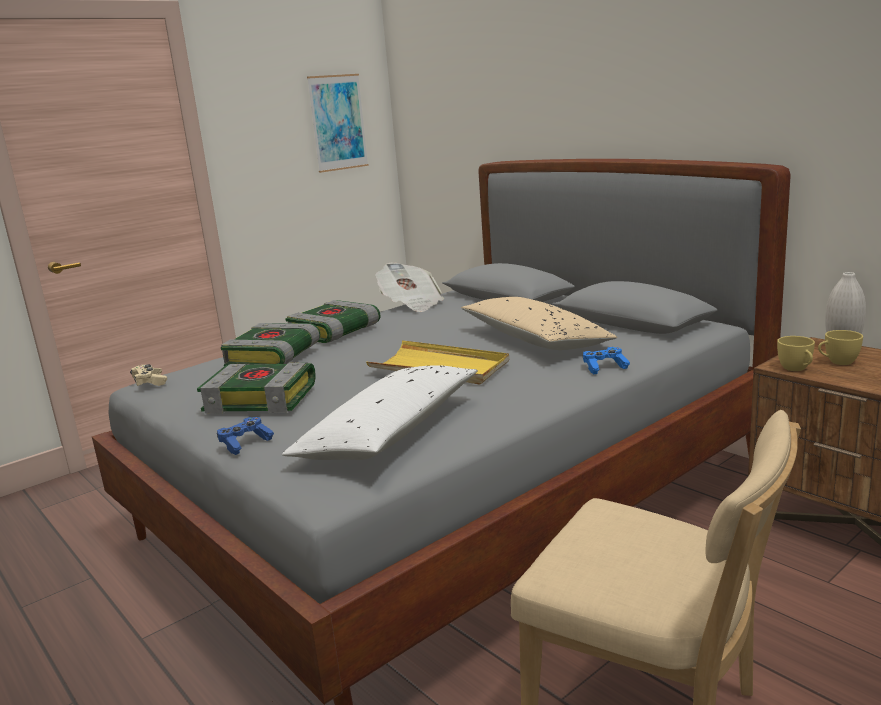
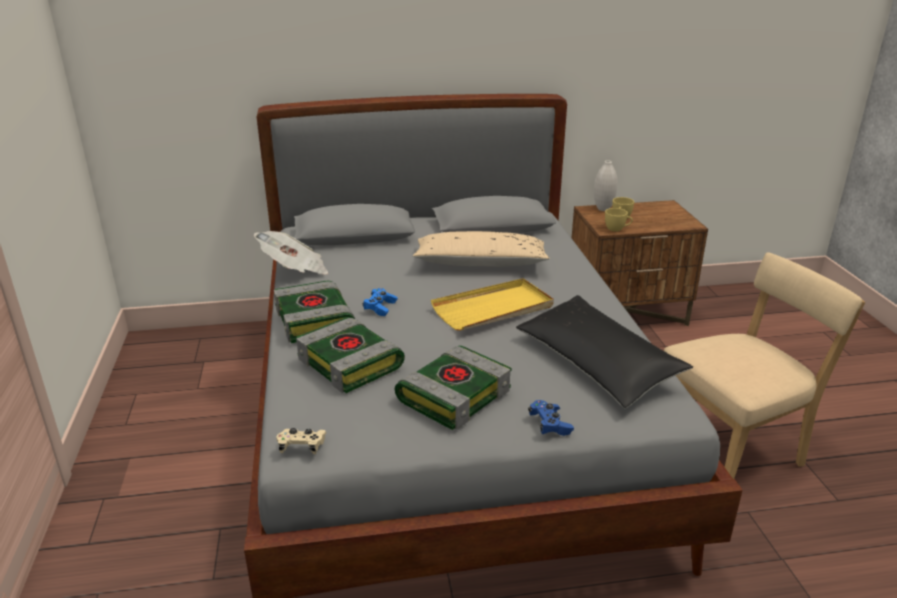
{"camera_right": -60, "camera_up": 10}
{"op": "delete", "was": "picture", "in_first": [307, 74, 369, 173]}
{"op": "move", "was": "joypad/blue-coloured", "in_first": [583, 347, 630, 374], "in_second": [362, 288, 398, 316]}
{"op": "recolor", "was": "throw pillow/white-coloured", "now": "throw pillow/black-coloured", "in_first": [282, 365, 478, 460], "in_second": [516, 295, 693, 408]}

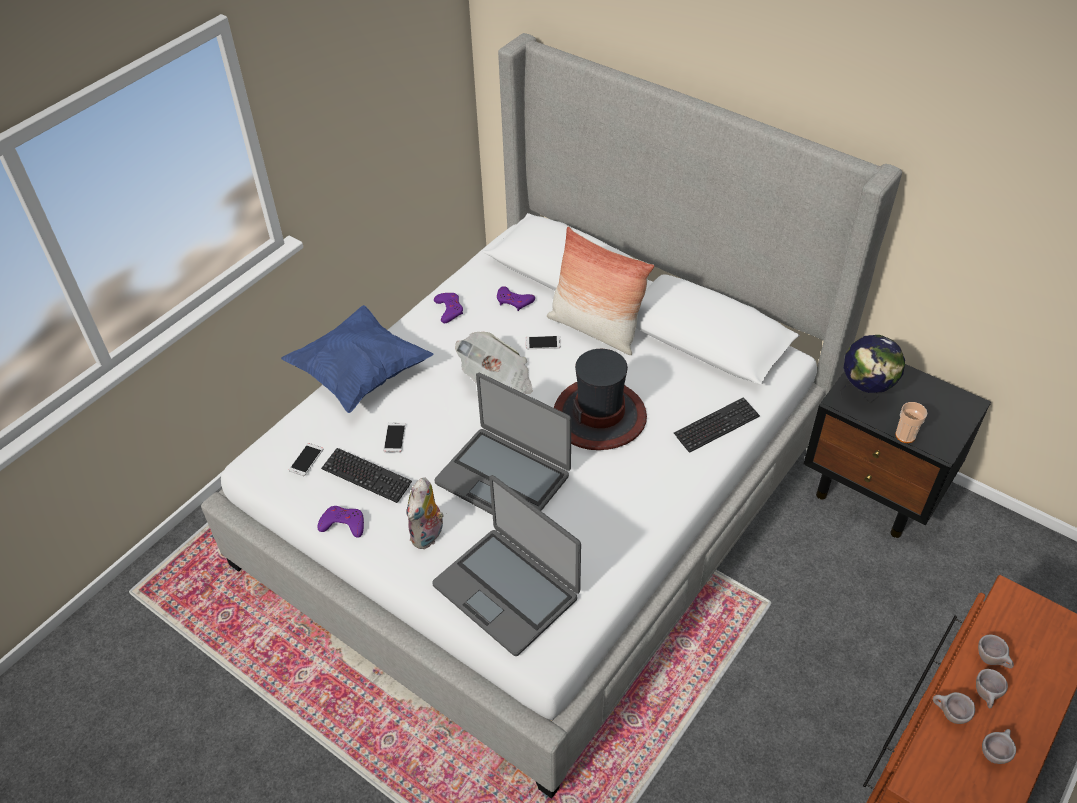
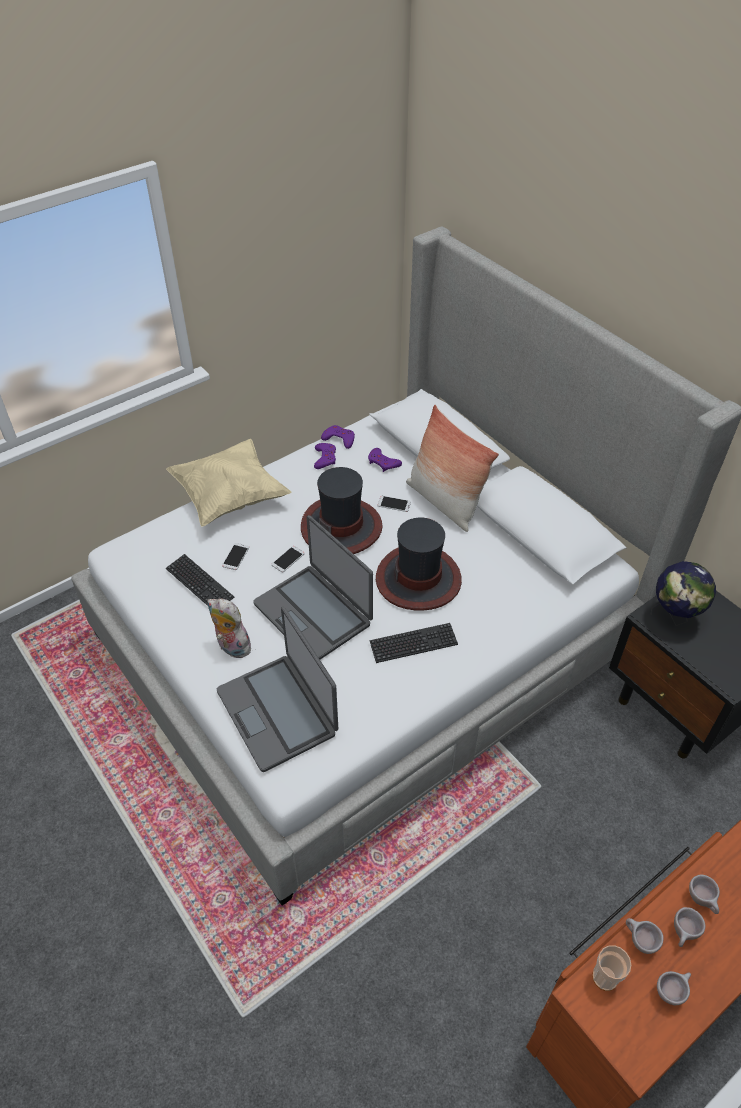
{"camera_right": 15, "camera_up": 0}
{"op": "recolor", "was": "throw pillow/blue-coloured", "now": "throw pillow/beige-coloured", "in_first": [281, 305, 434, 413], "in_second": [166, 439, 292, 527]}
{"op": "replace", "was": "printed paper", "now": "clothing hat", "in_first": [455, 332, 533, 394], "in_second": [301, 467, 383, 554]}
{"op": "move", "was": "keyboard", "in_first": [674, 397, 760, 453], "in_second": [369, 623, 458, 663]}
{"op": "move", "was": "drinking cup", "in_first": [895, 402, 928, 443], "in_second": [592, 945, 631, 991]}
{"op": "move", "was": "phone", "in_first": [289, 443, 324, 476], "in_second": [271, 546, 305, 572]}
{"op": "rotate", "was": "cuddly toy", "in_first": [406, 477, 444, 549], "in_second": [207, 598, 253, 658], "clockwise": 90}
{"op": "move", "was": "joypad/purple", "in_first": [317, 506, 364, 538], "in_second": [321, 425, 355, 449]}

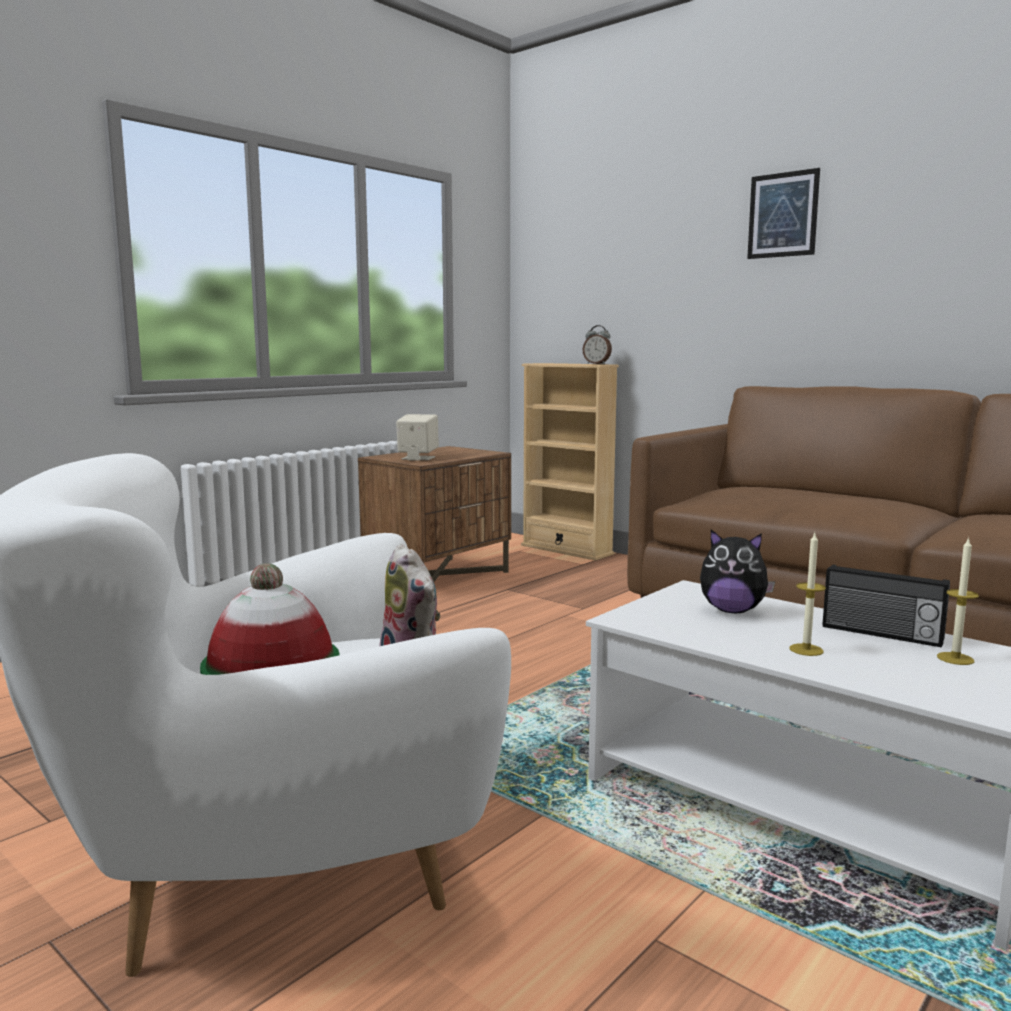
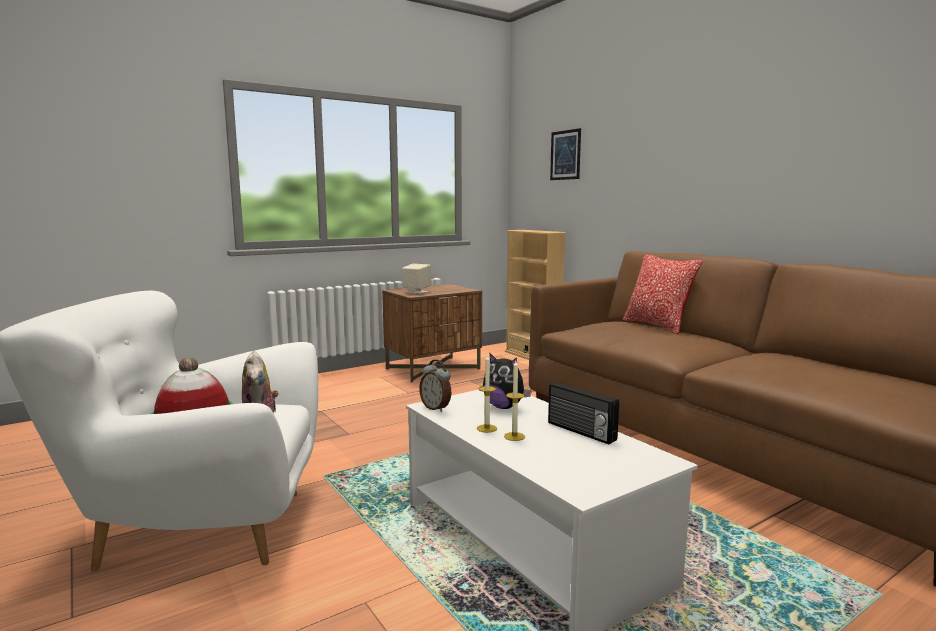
{"camera_right": 15, "camera_up": 0}
{"op": "move", "was": "picture", "in_first": [747, 168, 820, 259], "in_second": [550, 128, 581, 180]}
{"op": "move", "was": "bedside clock", "in_first": [583, 325, 612, 364], "in_second": [419, 359, 451, 412]}
{"op": "move", "was": "wax light", "in_first": [937, 537, 979, 665], "in_second": [477, 354, 497, 433]}
{"op": "insert", "now": "throw pillow", "in_second": [623, 254, 703, 334]}

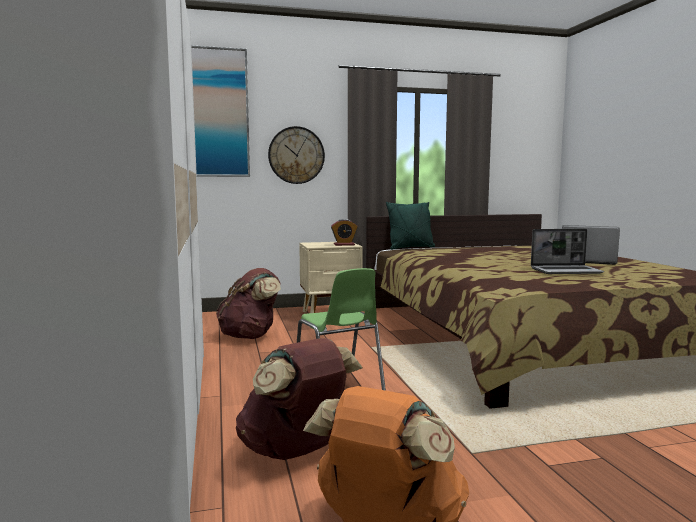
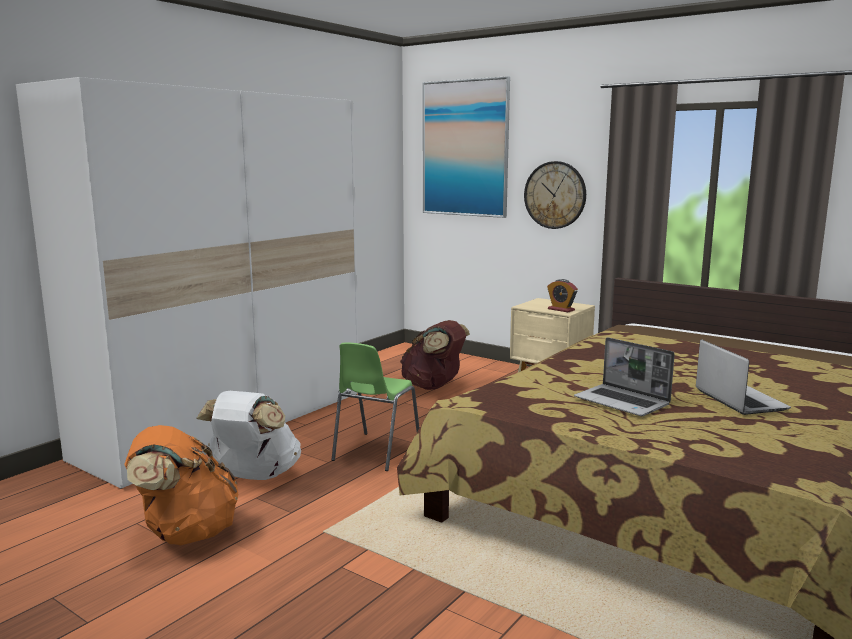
{"camera_right": 50, "camera_up": 5}
{"op": "delete", "was": "throw pillow/greenish", "in_first": [386, 202, 435, 250]}
{"op": "recolor", "was": "knapsack/brownish", "now": "knapsack/white-coloured", "in_first": [236, 338, 363, 460], "in_second": [196, 391, 301, 480]}

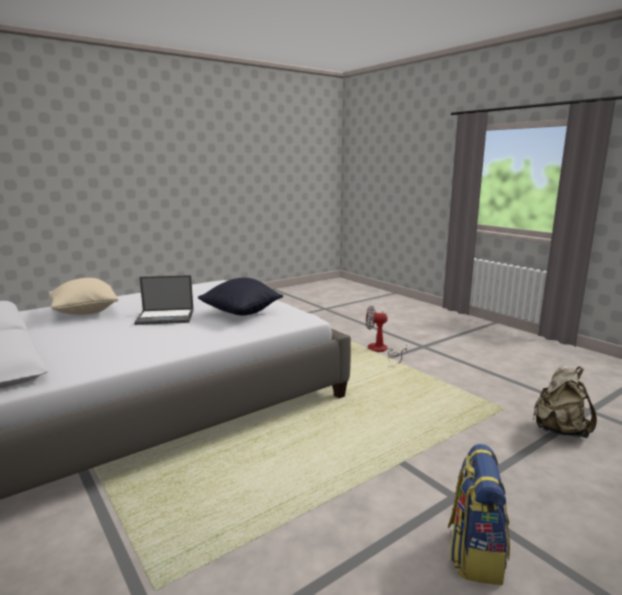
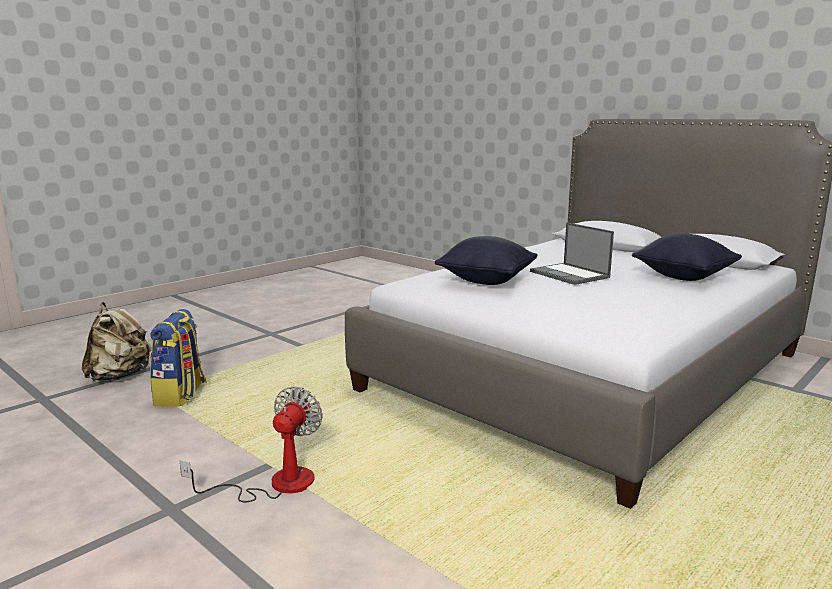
{"camera_right": 170, "camera_up": 0}
{"op": "rotate", "was": "notebook computer", "in_first": [134, 275, 194, 325], "in_second": [530, 222, 614, 285], "clockwise": -105}
{"op": "recolor", "was": "throw pillow/beige-coloured", "now": "throw pillow/black-coloured", "in_first": [49, 278, 118, 315], "in_second": [632, 234, 742, 281]}
{"op": "rotate", "was": "electric fan", "in_first": [366, 305, 407, 363], "in_second": [180, 386, 323, 502], "clockwise": -75}
{"op": "move", "was": "knapsack", "in_first": [448, 444, 510, 585], "in_second": [150, 309, 207, 407]}

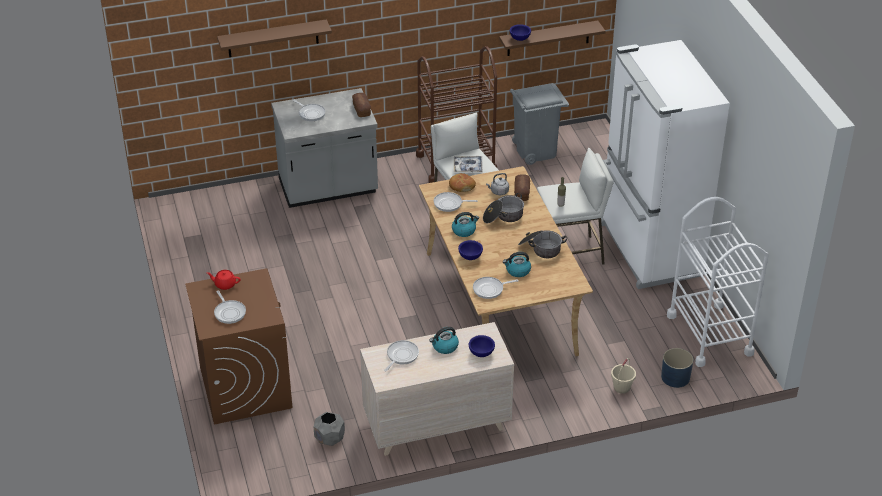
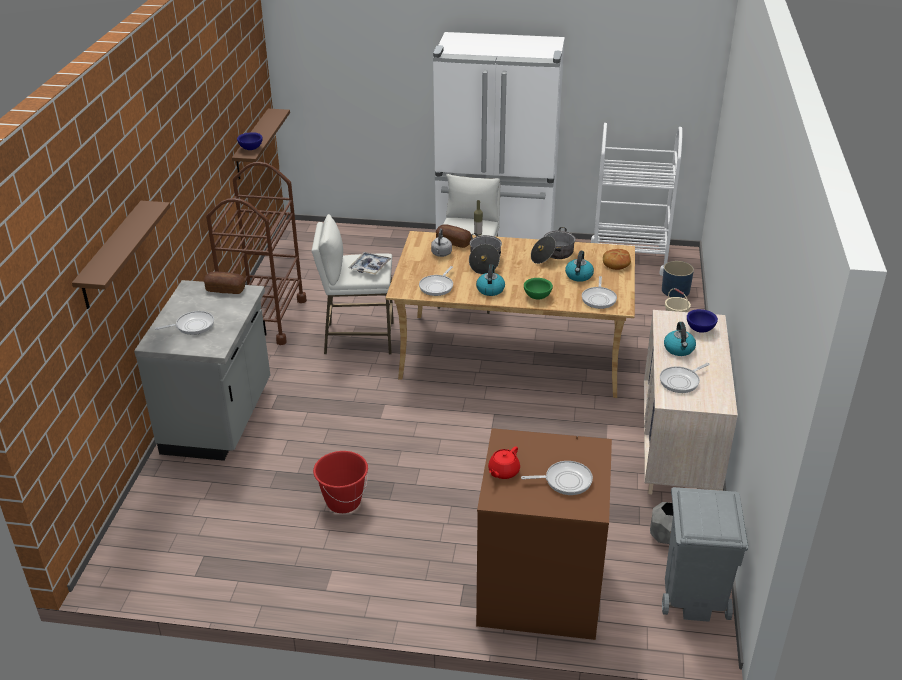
{"camera_right": -65, "camera_up": -5}
{"op": "move", "was": "rubbish bin/greyish", "in_first": [510, 83, 569, 165], "in_second": [662, 487, 748, 622]}
{"op": "move", "was": "baked bread", "in_first": [449, 173, 476, 192], "in_second": [603, 249, 631, 270]}
{"op": "recolor", "was": "deep dish/blue-coloured", "now": "deep dish/greenish", "in_first": [458, 240, 483, 260], "in_second": [524, 278, 553, 300]}
{"op": "rotate", "was": "pan", "in_first": [384, 340, 419, 372], "in_second": [660, 363, 710, 393], "clockwise": -90}
{"op": "insert", "now": "water bucket/reddish", "in_second": [313, 451, 368, 513]}

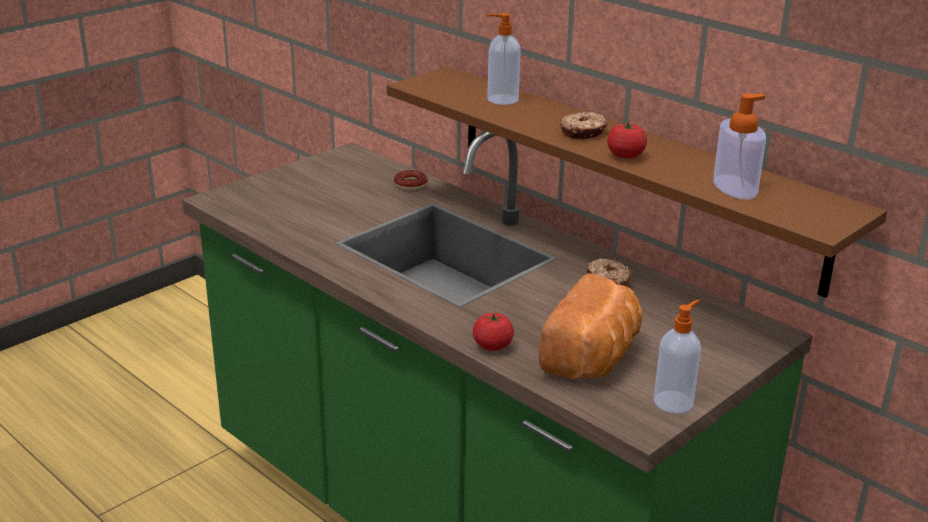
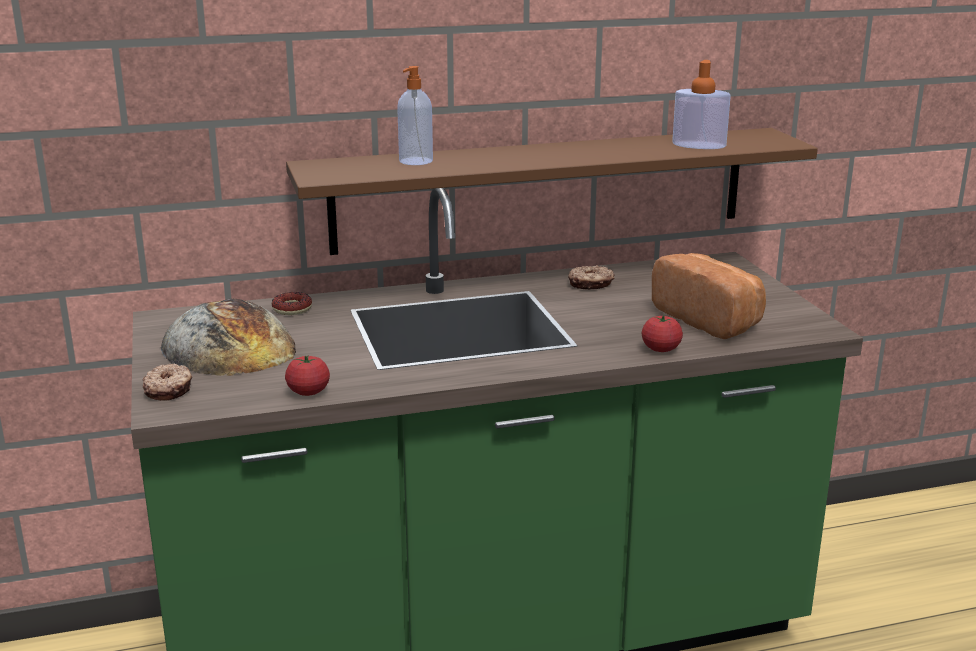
{"camera_right": -60, "camera_up": -5}
{"op": "move", "was": "ring doughnut", "in_first": [560, 111, 608, 139], "in_second": [143, 364, 192, 401]}
{"op": "move", "was": "fresh tomato", "in_first": [607, 122, 647, 159], "in_second": [285, 355, 330, 396]}
{"op": "delete", "was": "soap dispenser", "in_first": [653, 300, 701, 413]}
{"op": "insert", "now": "baked bread", "in_second": [161, 298, 296, 376]}

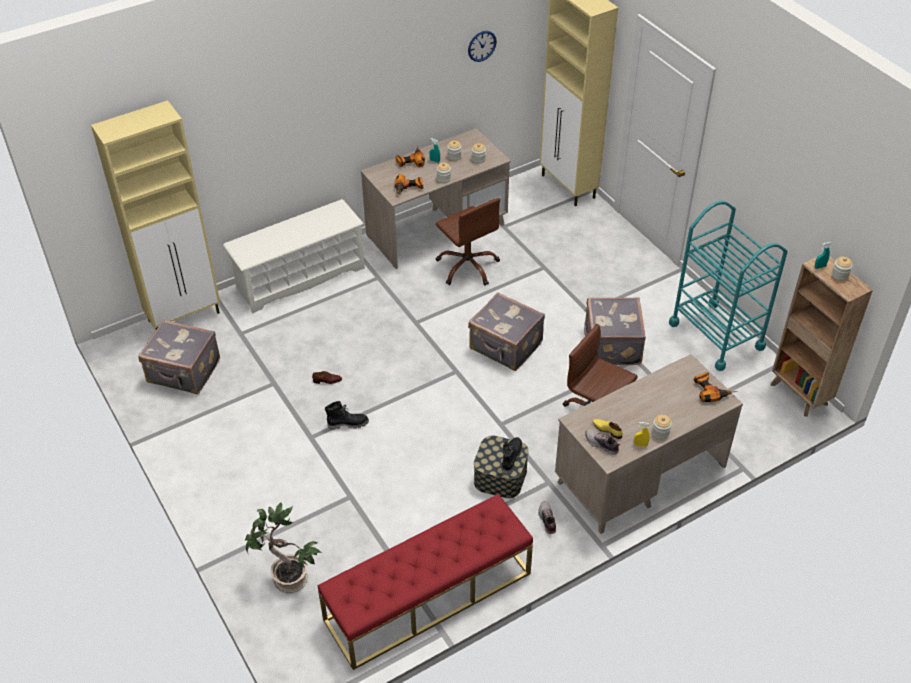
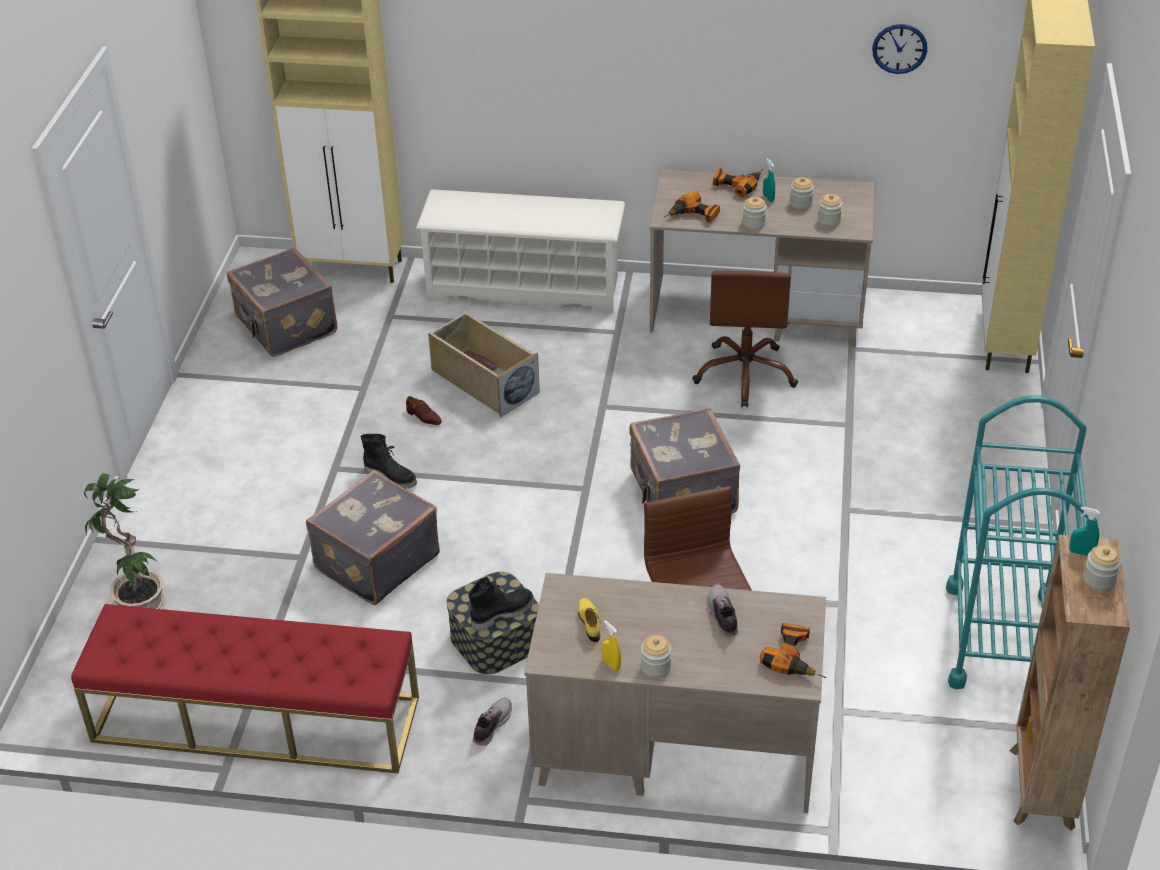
{"camera_right": 40, "camera_up": -5}
{"op": "move", "was": "suitcase/greyish", "in_first": [584, 297, 646, 365], "in_second": [306, 470, 440, 605]}
{"op": "move", "was": "low shoe", "in_first": [585, 429, 620, 455], "in_second": [707, 584, 738, 637]}
{"op": "insert", "now": "storage container/beige-coloured", "in_second": [428, 312, 540, 417]}

